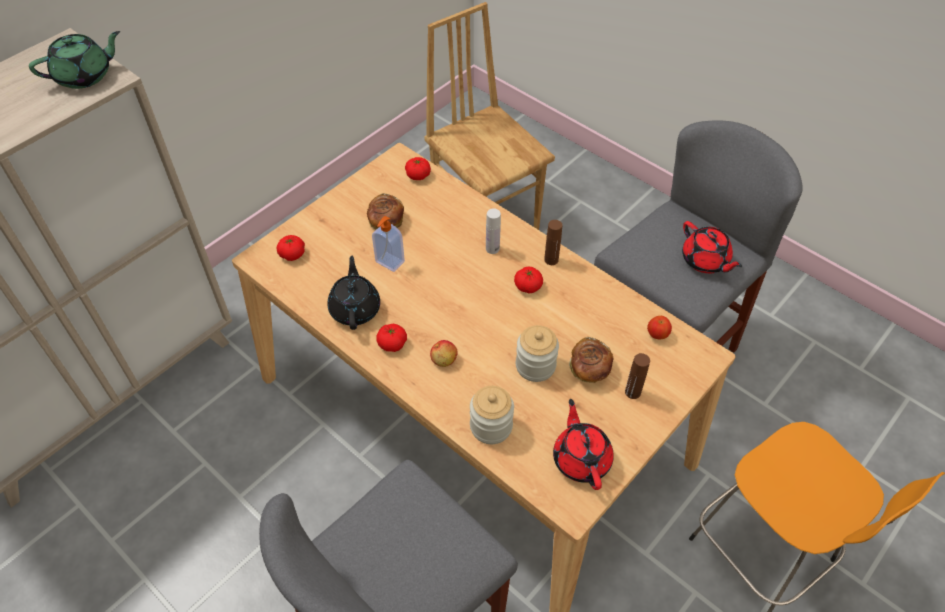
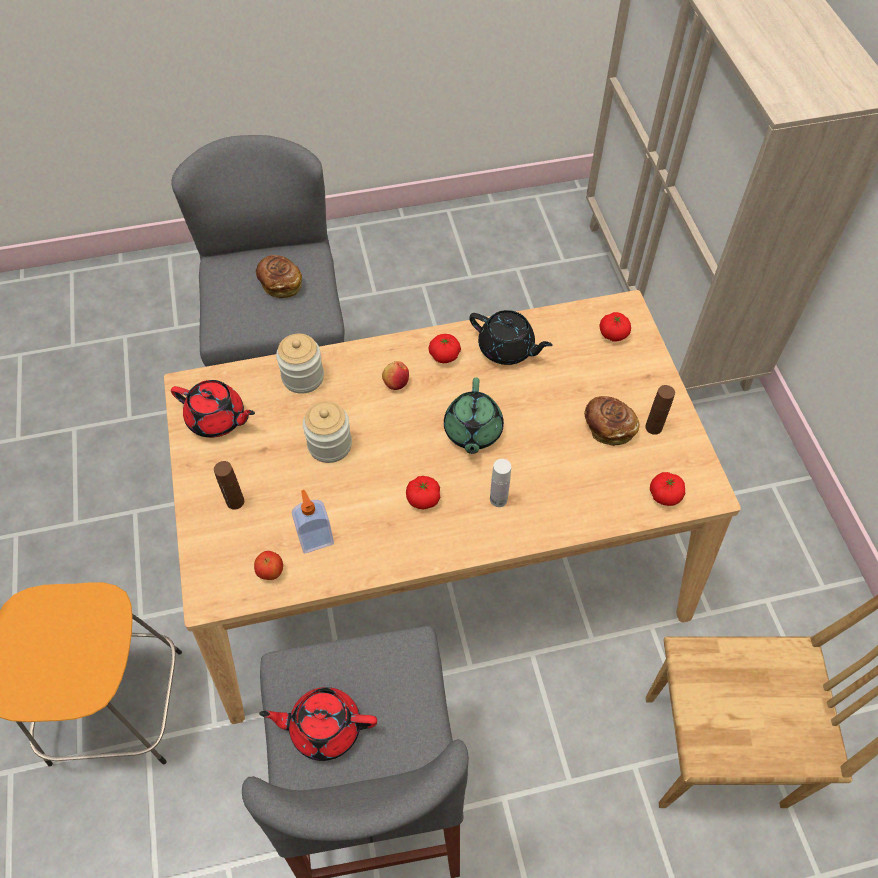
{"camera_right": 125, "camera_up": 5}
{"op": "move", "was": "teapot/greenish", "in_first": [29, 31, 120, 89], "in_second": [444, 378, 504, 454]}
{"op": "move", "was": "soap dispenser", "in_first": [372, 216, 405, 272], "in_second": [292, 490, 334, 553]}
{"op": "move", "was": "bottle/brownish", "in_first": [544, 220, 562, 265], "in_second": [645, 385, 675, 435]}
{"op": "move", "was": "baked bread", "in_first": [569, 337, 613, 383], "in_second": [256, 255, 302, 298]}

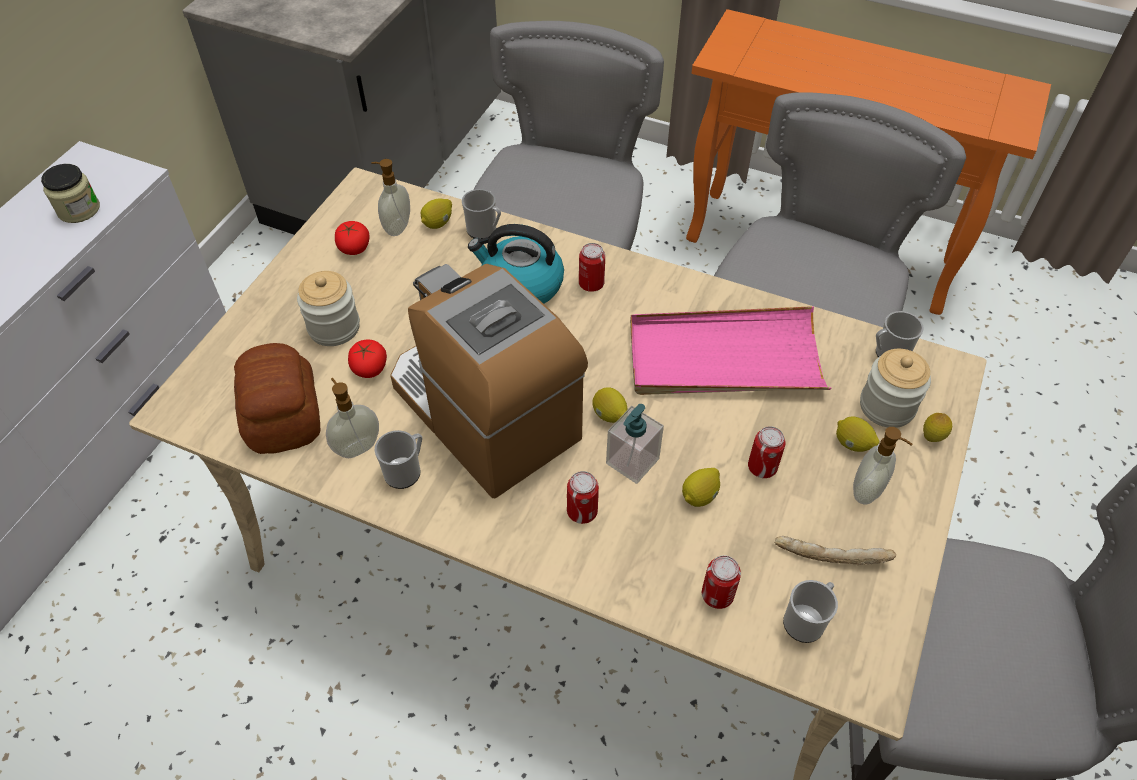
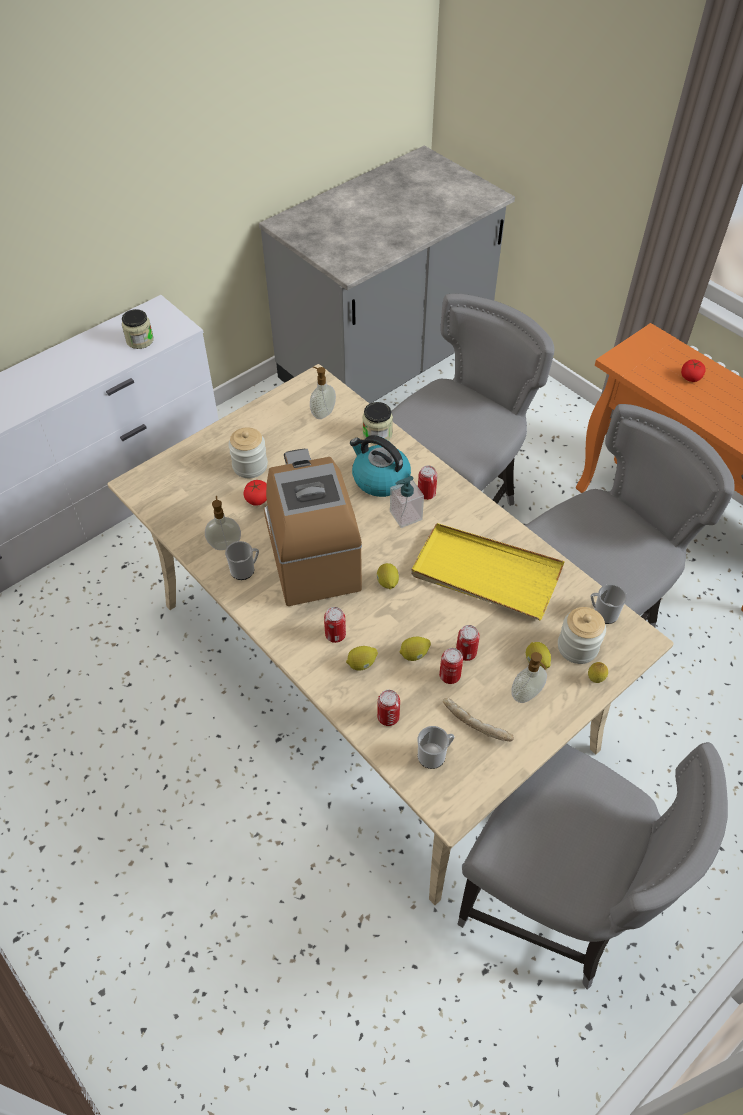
{"camera_right": 25, "camera_up": 0}
{"op": "replace", "was": "coffee mug", "now": "jar", "in_first": [462, 189, 501, 239], "in_second": [362, 402, 393, 444]}
{"op": "move", "was": "citrus fruit", "in_first": [421, 198, 452, 229], "in_second": [346, 646, 378, 671]}
{"op": "move", "was": "fresh tomato", "in_first": [335, 221, 370, 255], "in_second": [681, 359, 706, 382]}
{"op": "recolor", "was": "serving tray/pink", "now": "serving tray/yellowish", "in_first": [630, 306, 831, 395], "in_second": [411, 523, 565, 621]}
{"op": "delete", "was": "baked bread", "in_first": [234, 343, 320, 454]}
{"op": "move", "was": "soap dispenser", "in_first": [606, 404, 664, 484], "in_second": [390, 476, 424, 528]}
{"op": "insert", "now": "metal can", "in_second": [439, 648, 463, 684]}

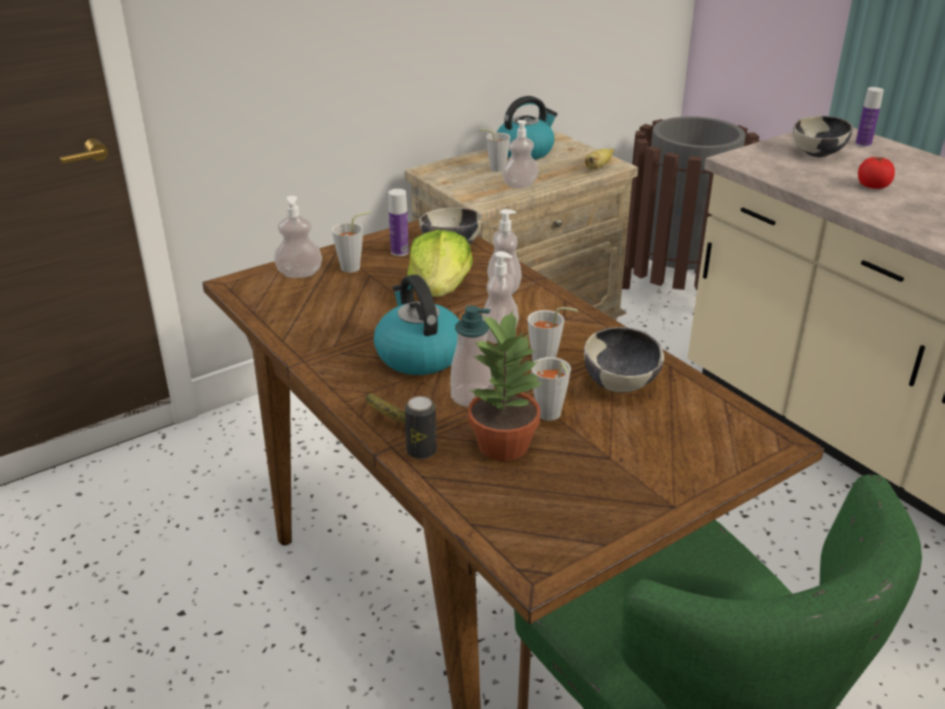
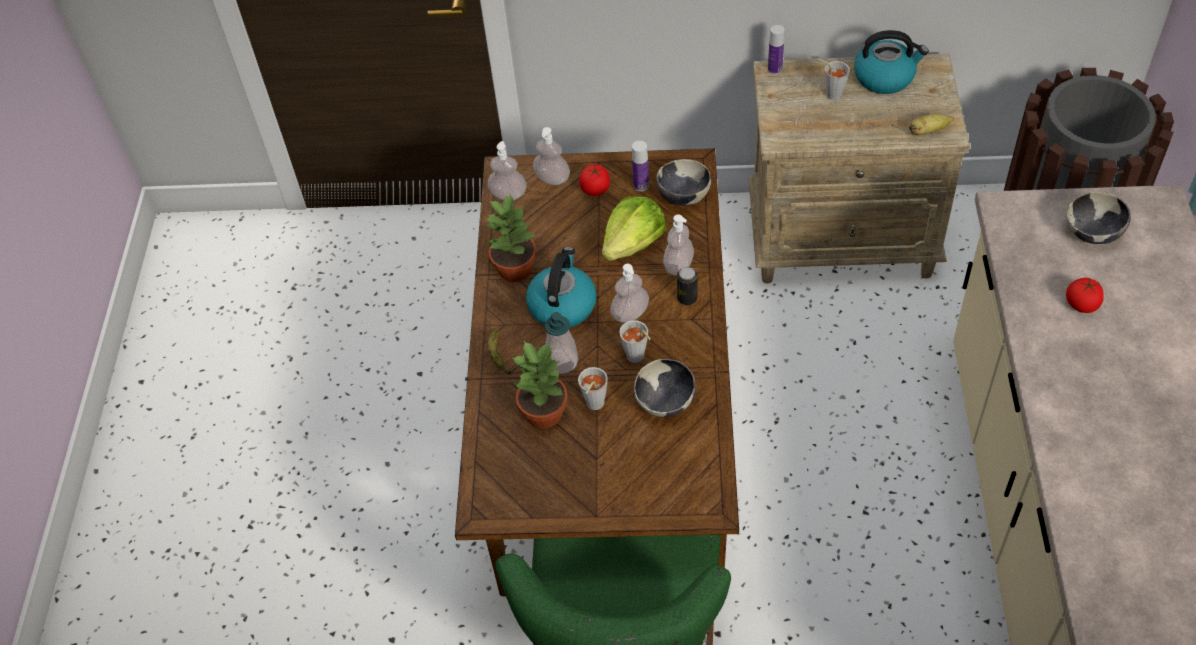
{"camera_right": 40, "camera_up": 20}
{"op": "move", "was": "bottle", "in_first": [855, 87, 884, 148], "in_second": [768, 25, 785, 75]}
{"op": "move", "was": "soap dispenser", "in_first": [502, 120, 539, 189], "in_second": [488, 141, 527, 200]}
{"op": "replace", "was": "drinking cup/greyish", "now": "fresh tomato", "in_first": [332, 212, 371, 273], "in_second": [579, 164, 610, 196]}
{"op": "move", "was": "metal can", "in_first": [405, 396, 437, 459], "in_second": [677, 267, 698, 305]}
{"op": "insert", "now": "plant in a pot", "in_second": [485, 194, 537, 282]}

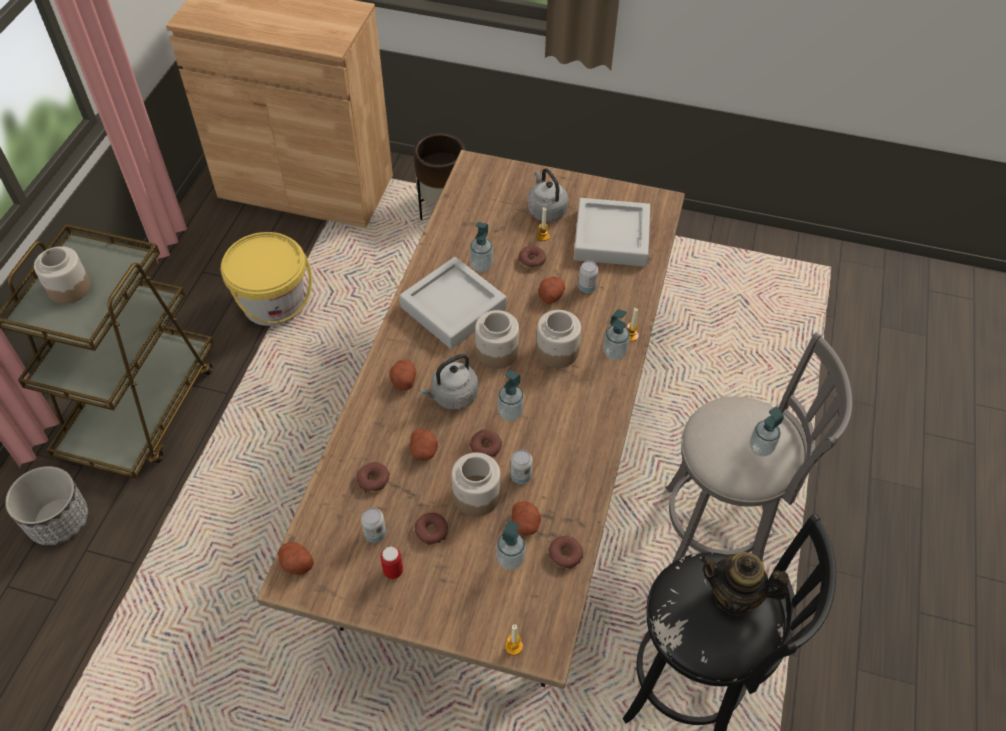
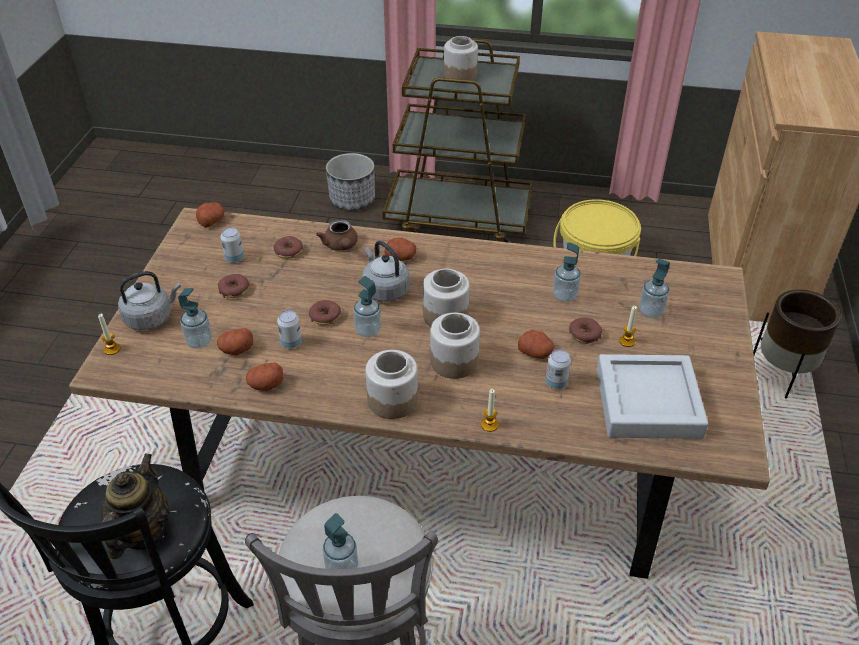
{"camera_right": 85, "camera_up": -10}
{"op": "move", "was": "kettle/greyish", "in_first": [528, 168, 568, 222], "in_second": [118, 271, 181, 330]}
{"op": "delete", "was": "serving tray/greyish", "in_first": [399, 257, 506, 349]}
{"op": "move", "was": "soap dispenser", "in_first": [603, 309, 630, 360], "in_second": [639, 259, 670, 318]}
{"op": "move", "was": "spud", "in_first": [410, 429, 438, 461], "in_second": [246, 362, 283, 391]}
{"op": "move", "was": "jar", "in_first": [451, 453, 501, 516], "in_second": [365, 350, 418, 419]}
{"op": "delete", "was": "ring doughnut", "in_first": [549, 536, 583, 569]}
{"op": "delete", "was": "metal can", "in_first": [380, 546, 403, 579]}
{"op": "insert", "now": "teapot/brownish", "in_second": [316, 220, 358, 251]}

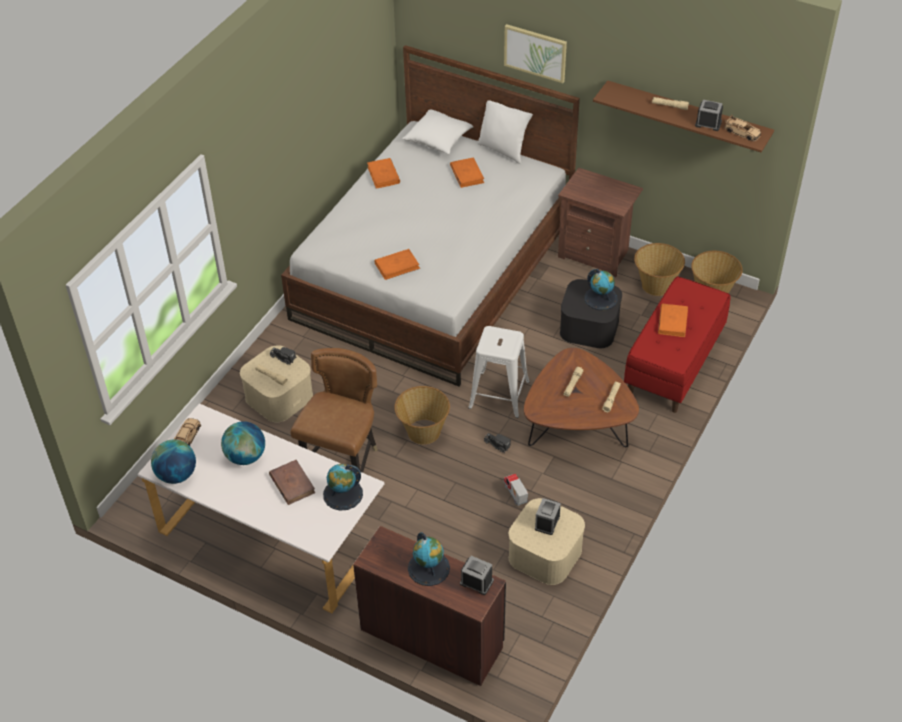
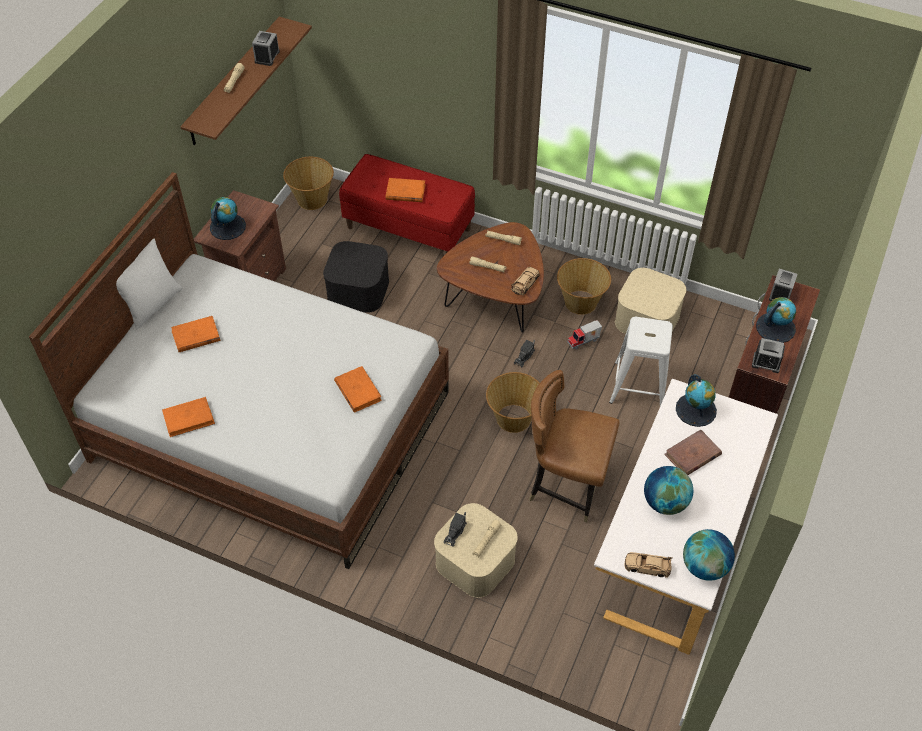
{"camera_right": -95, "camera_up": 5}
{"op": "delete", "was": "picture", "in_first": [504, 24, 567, 83]}
{"op": "delete", "was": "throw pillow/white-coloured", "in_first": [402, 110, 473, 155]}
{"op": "move", "was": "toy car/beige-coloured", "in_first": [724, 115, 761, 141], "in_second": [511, 267, 540, 295]}
{"op": "move", "was": "basket", "in_first": [634, 243, 685, 296], "in_second": [557, 258, 611, 315]}
{"op": "move", "was": "world globe", "in_first": [584, 269, 618, 310], "in_second": [210, 197, 246, 240]}
{"op": "move", "was": "sitting stool/white-coloured", "in_first": [468, 326, 530, 418], "in_second": [609, 316, 673, 406]}
{"op": "move", "was": "bedside clock", "in_first": [535, 498, 561, 535], "in_second": [752, 338, 785, 373]}

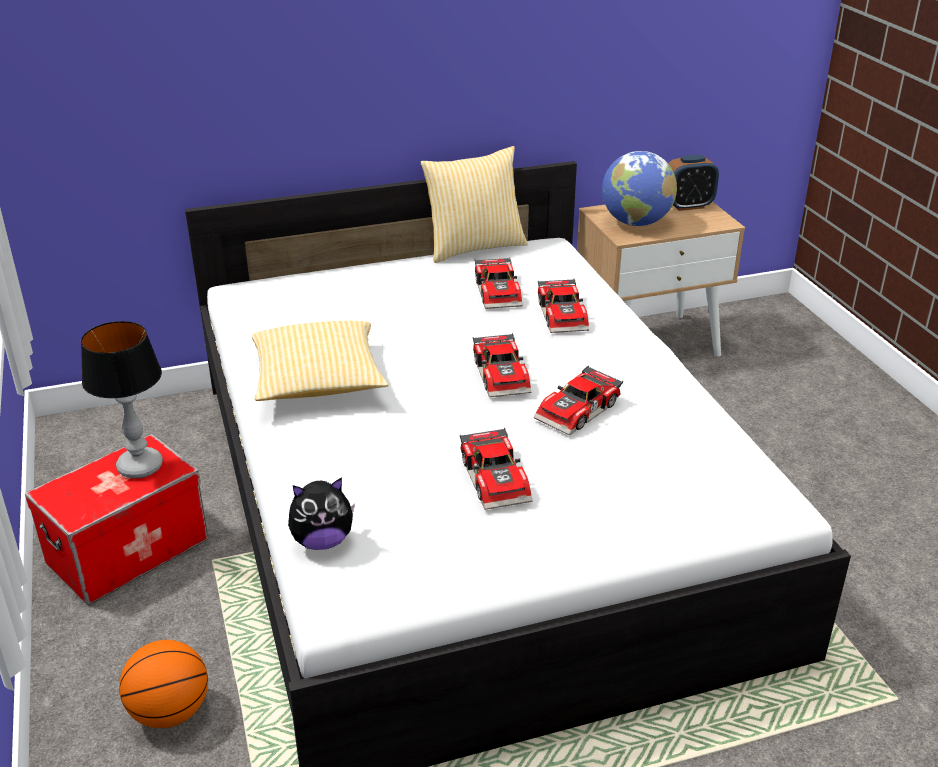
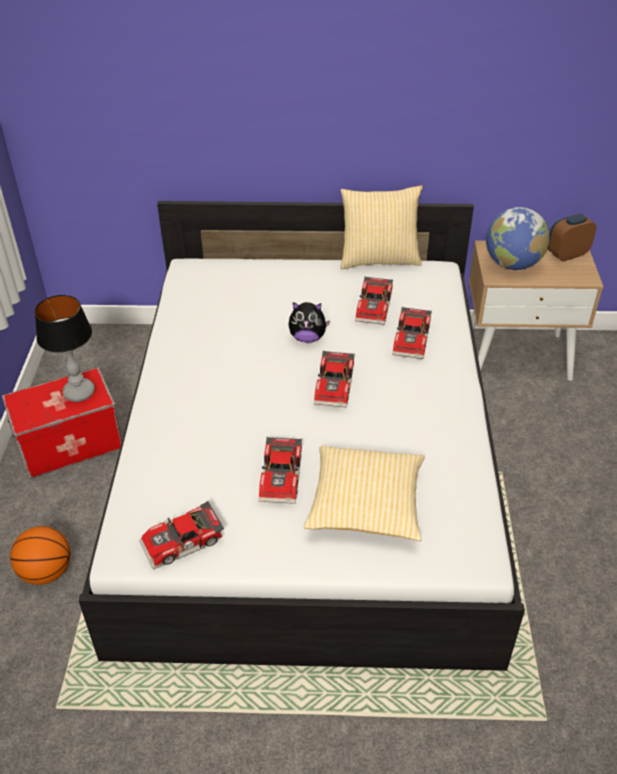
{"camera_right": 20, "camera_up": 10}
{"op": "rotate", "was": "bedside clock", "in_first": [668, 155, 719, 211], "in_second": [548, 214, 597, 262], "clockwise": 150}
{"op": "move", "was": "throw pillow", "in_first": [252, 321, 389, 401], "in_second": [304, 446, 425, 541]}
{"op": "move", "was": "toy car", "in_first": [534, 366, 623, 435], "in_second": [139, 501, 224, 570]}
{"op": "move", "was": "cuddly toy", "in_first": [288, 477, 355, 550], "in_second": [288, 302, 330, 343]}

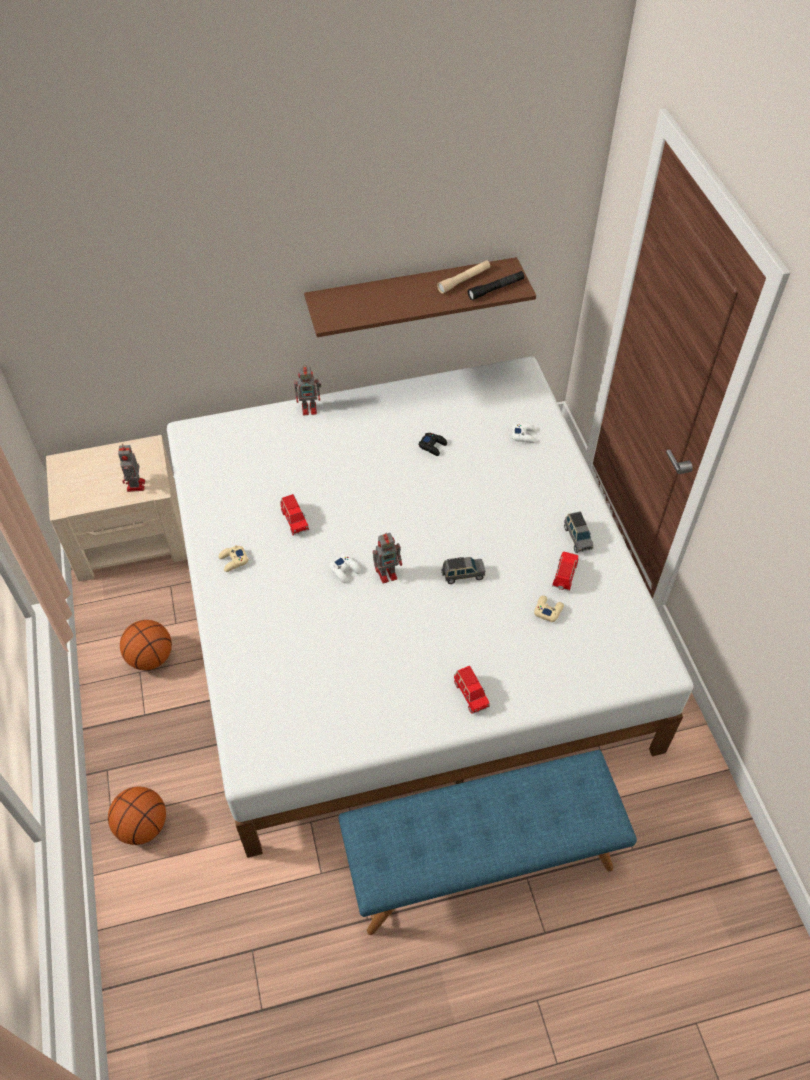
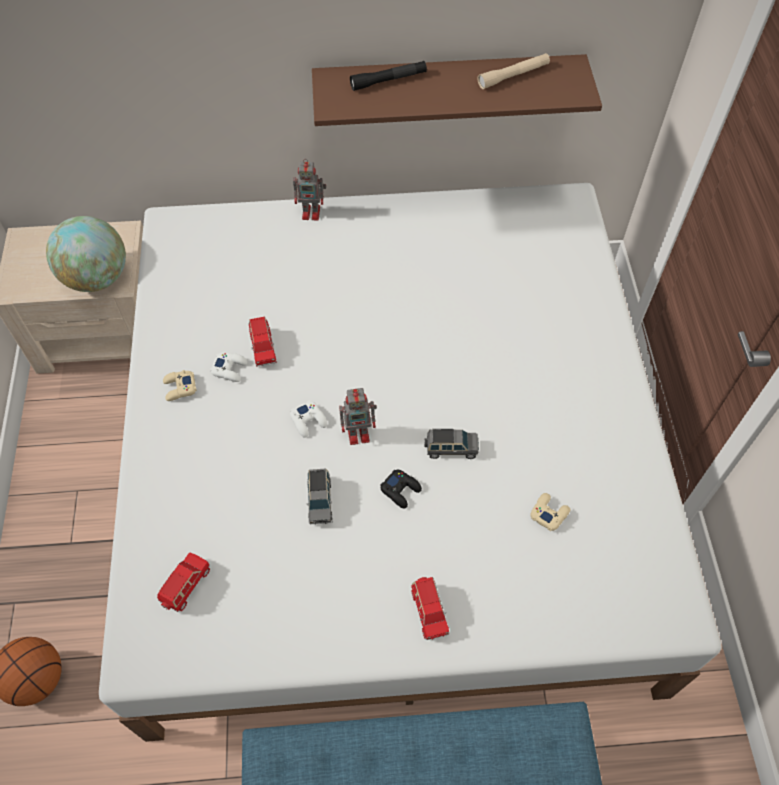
{"camera_right": 10, "camera_up": 5}
{"op": "move", "was": "torch/black-coloured", "in_first": [468, 271, 524, 300], "in_second": [350, 61, 427, 91]}
{"op": "move", "was": "joypad/white-coloured", "in_first": [512, 423, 536, 443], "in_second": [210, 352, 248, 382]}
{"op": "move", "was": "joypad/black-coloured", "in_first": [419, 433, 447, 456], "in_second": [380, 469, 422, 509]}
{"op": "replace", "was": "model robot", "now": "world globe", "in_first": [118, 445, 145, 492], "in_second": [46, 216, 126, 292]}
{"op": "move", "was": "toy car/greyish", "in_first": [564, 511, 593, 553], "in_second": [307, 469, 333, 525]}
{"op": "move", "was": "toy car/reddish", "in_first": [552, 551, 578, 591], "in_second": [157, 552, 210, 612]}
{"op": "delete", "was": "basketball", "in_first": [120, 620, 172, 670]}

